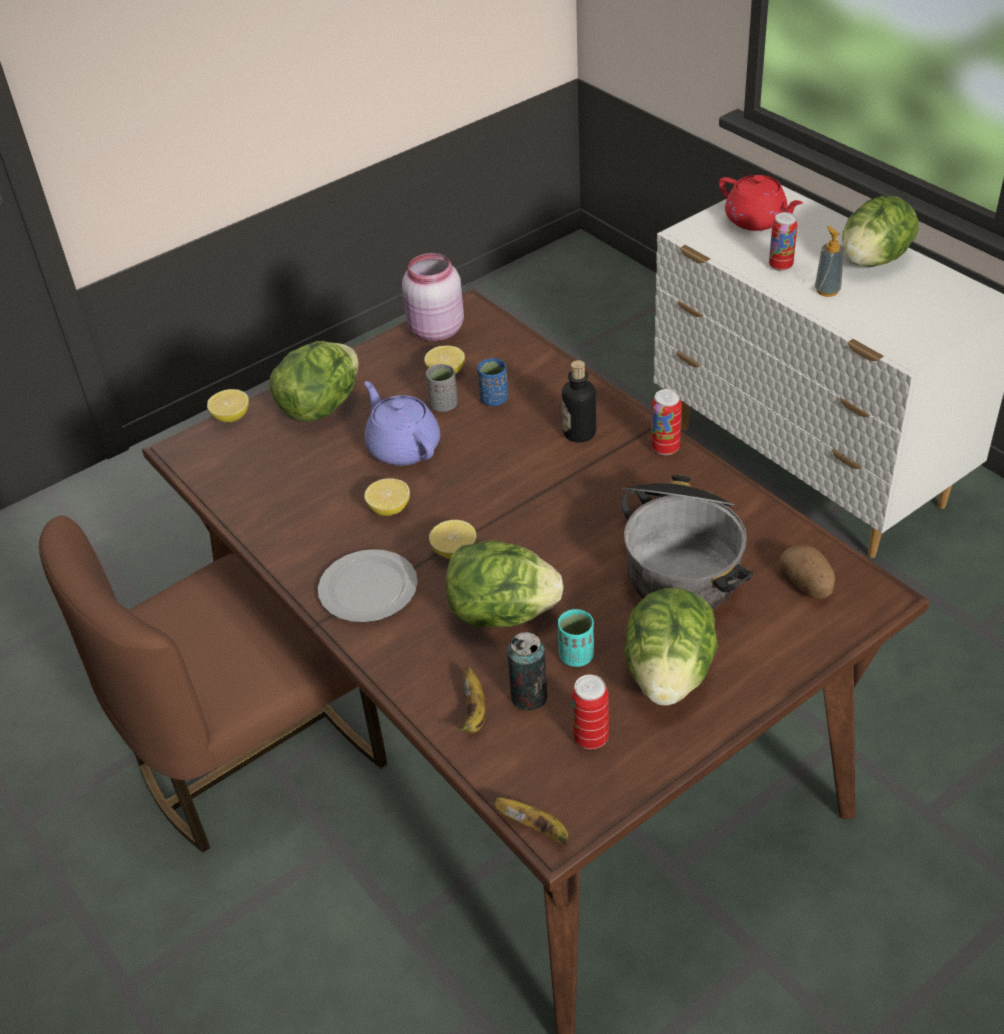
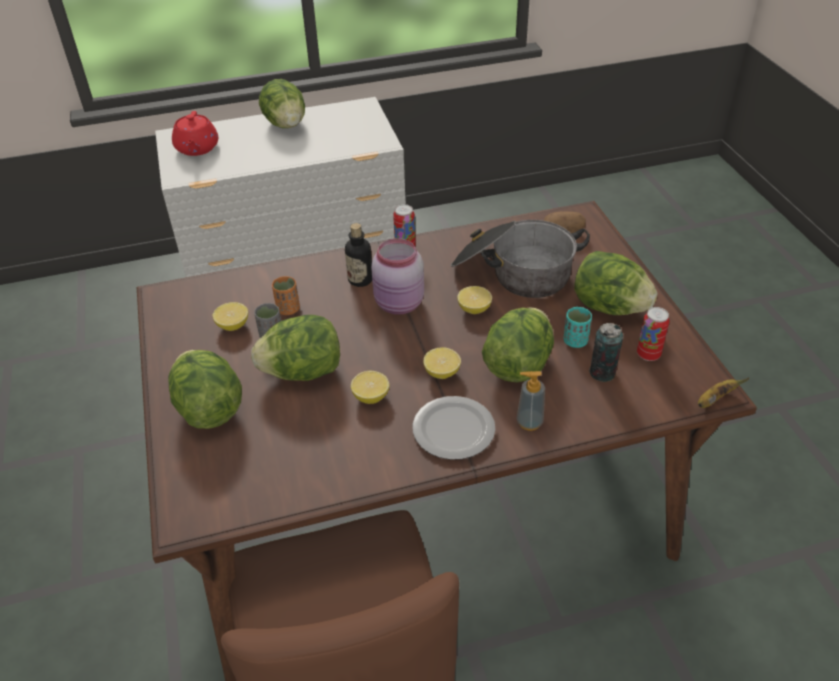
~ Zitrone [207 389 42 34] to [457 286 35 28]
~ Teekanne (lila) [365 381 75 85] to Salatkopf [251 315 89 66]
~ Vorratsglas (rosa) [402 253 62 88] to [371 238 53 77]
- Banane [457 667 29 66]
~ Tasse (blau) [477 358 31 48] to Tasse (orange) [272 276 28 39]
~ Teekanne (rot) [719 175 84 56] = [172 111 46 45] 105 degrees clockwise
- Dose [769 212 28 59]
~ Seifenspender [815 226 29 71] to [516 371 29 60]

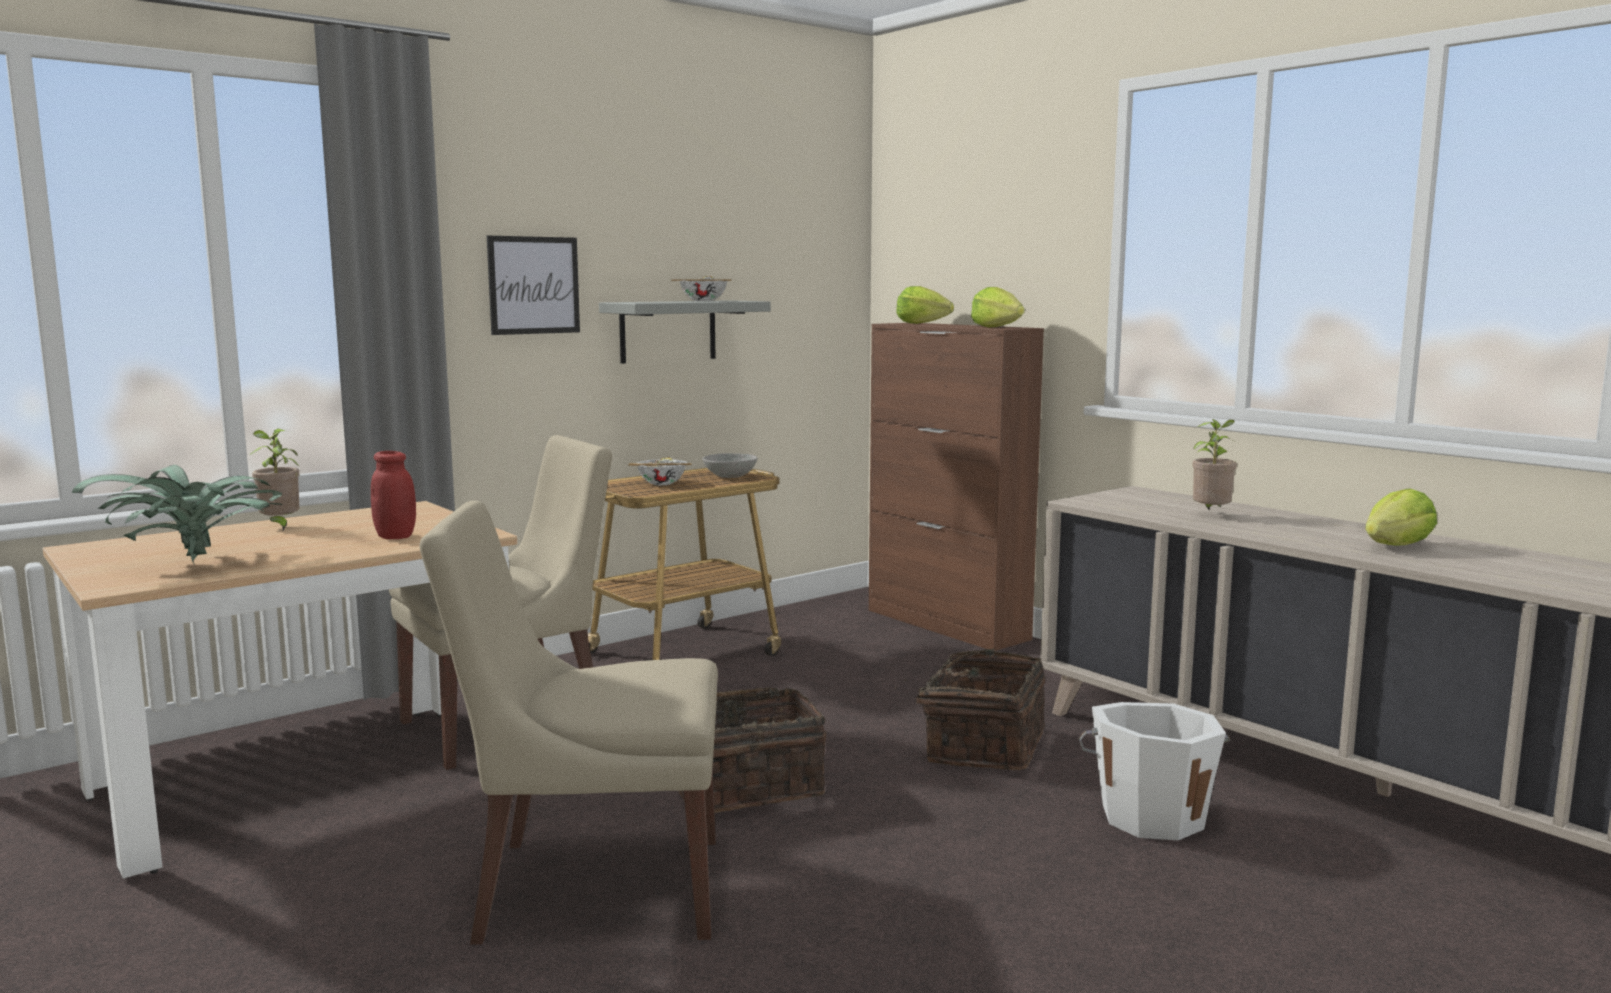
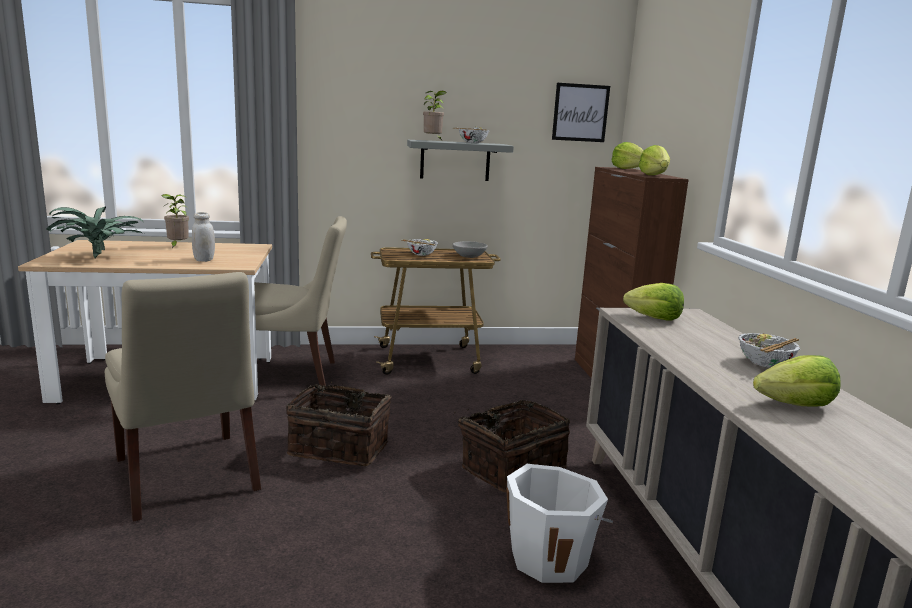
~ Vorratsglas (rot) [371 451 45 88] to Vorratsglas (weiß) [192 212 23 50]
~ Stuhl (beige) [420 501 298 444] = [105 272 156 250] 150 degrees counterclockwise
~ Bild [487 236 93 99] to [552 83 58 59]
~ Topfpflanze [1192 419 45 92] to [423 91 23 49]
+ Salatkopf [623 283 61 38]
+ Schüssel [738 333 62 35]

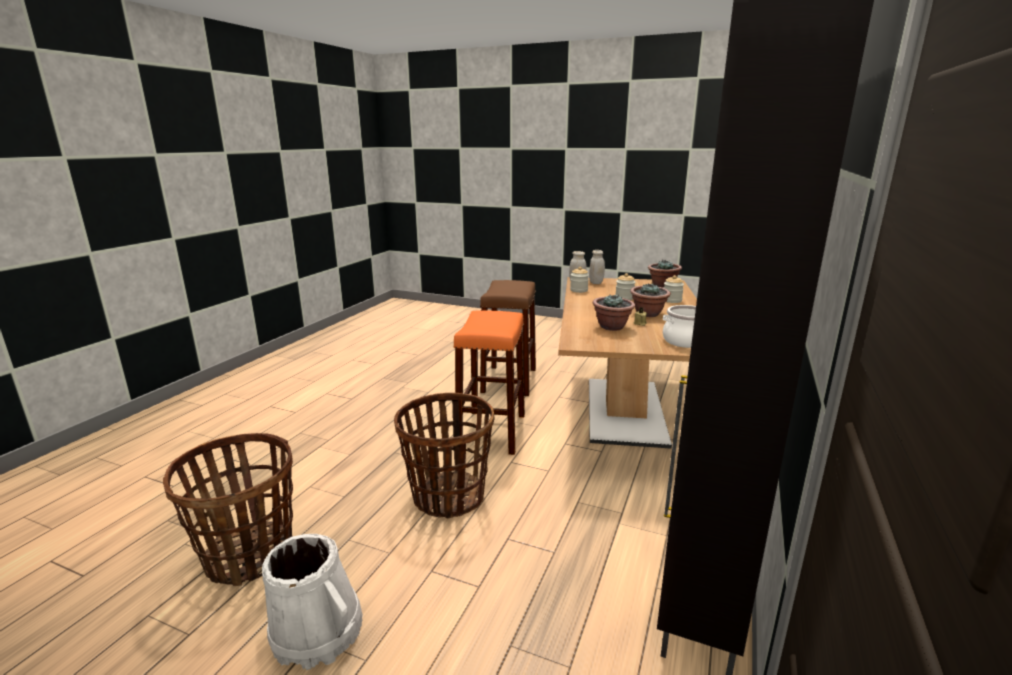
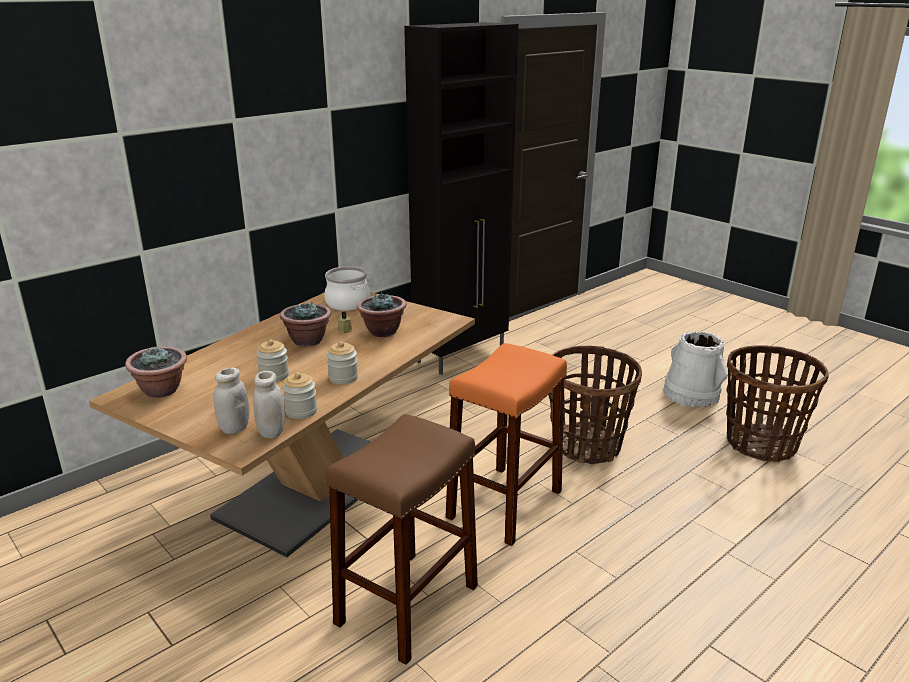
~ Vorratsglas [664 275 20 28] to [327 341 31 43]

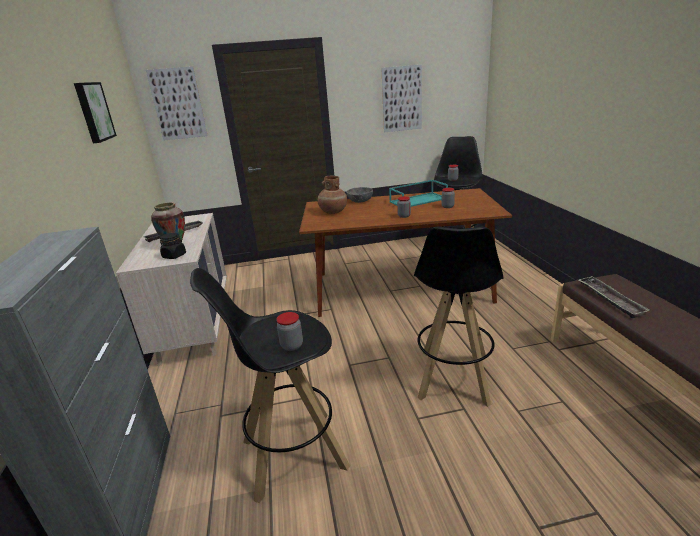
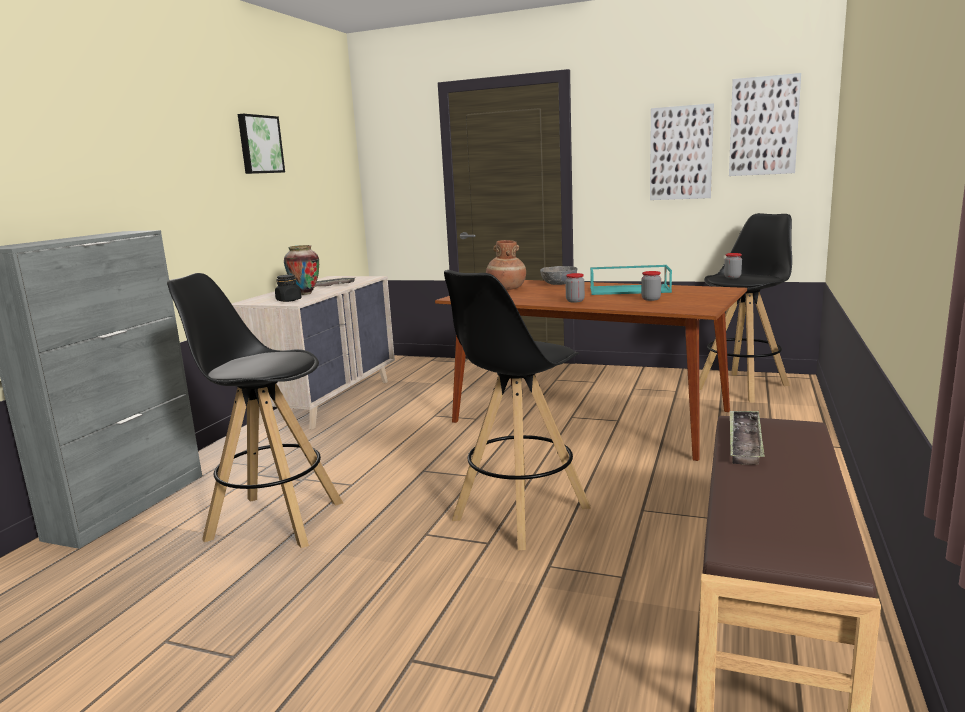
~ Bild [146 66 62 75] to [729 73 72 103]
- Vorratsglas [276 312 27 39]

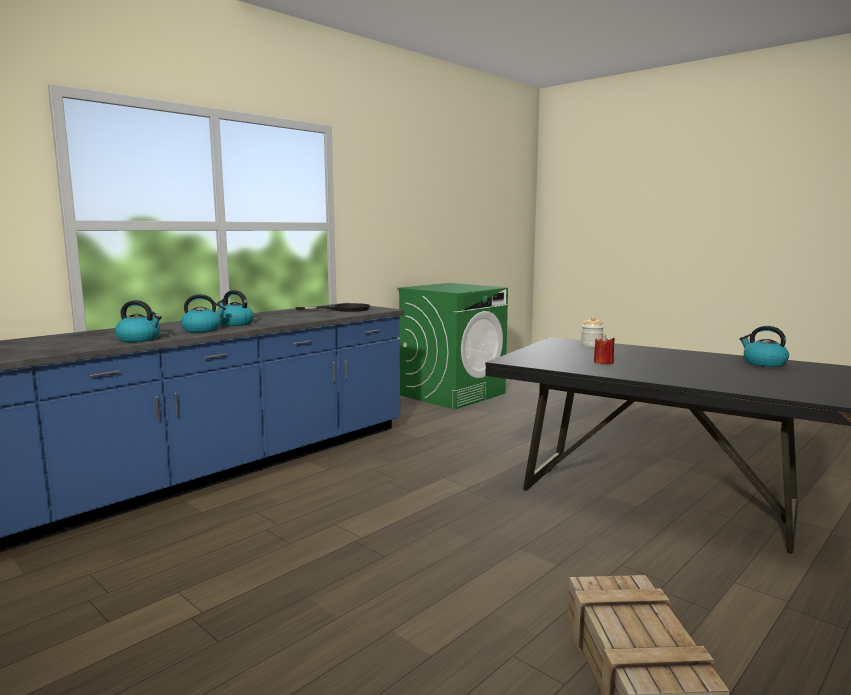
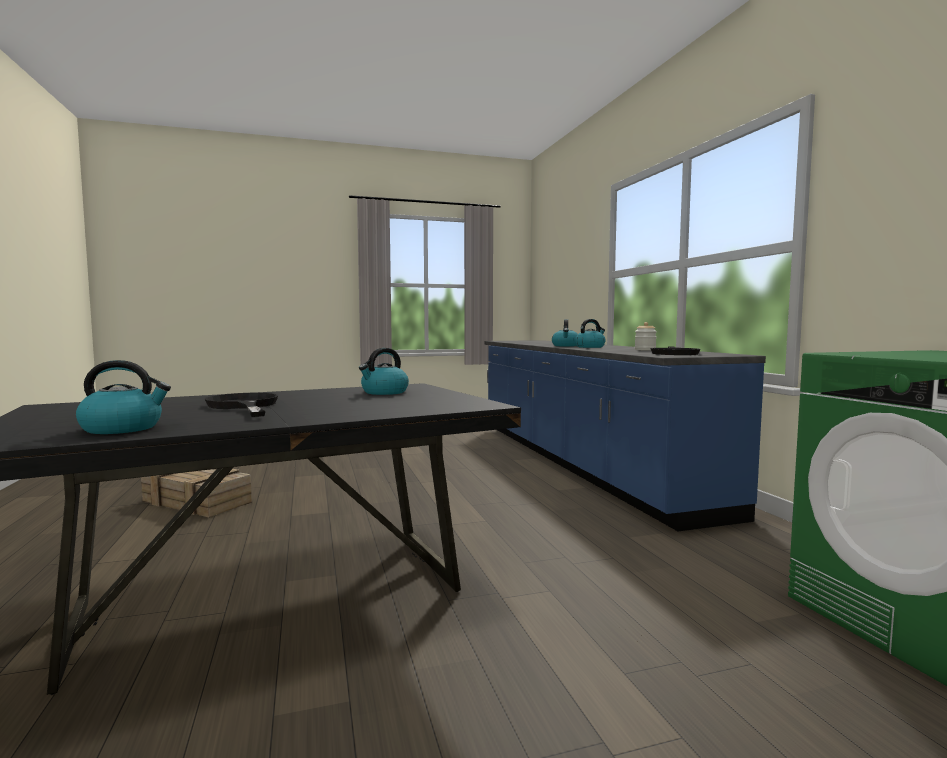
~ Wasserkessel [115 300 47 42] to [359 348 50 47]
~ Vorratsglas [581 317 23 30] to [635 322 22 28]
- Kerze (rot) [594 335 21 29]
+ Pfanne (schwarz) [204 393 74 24]

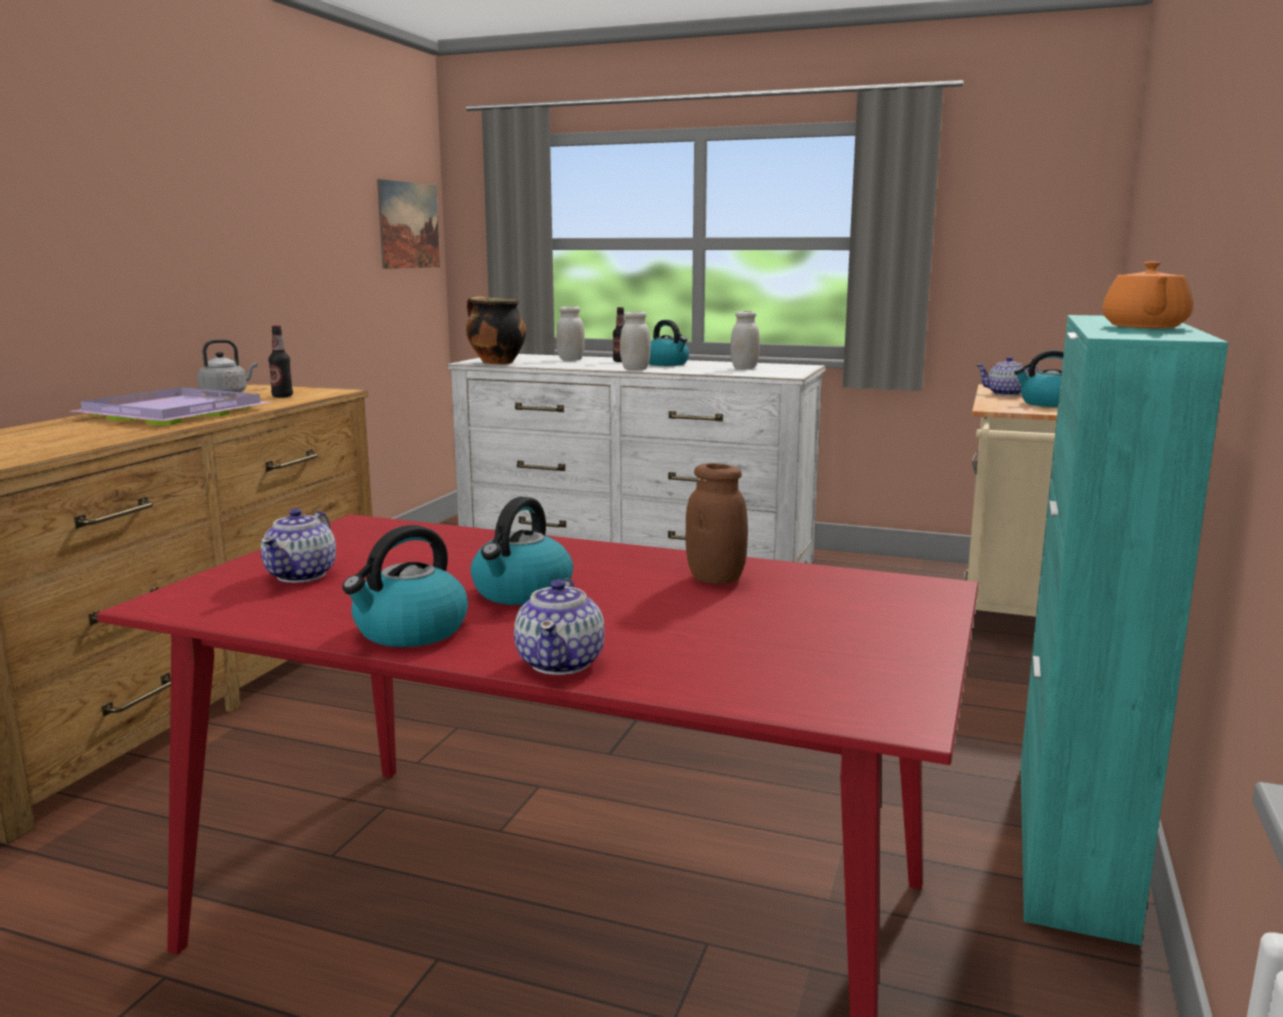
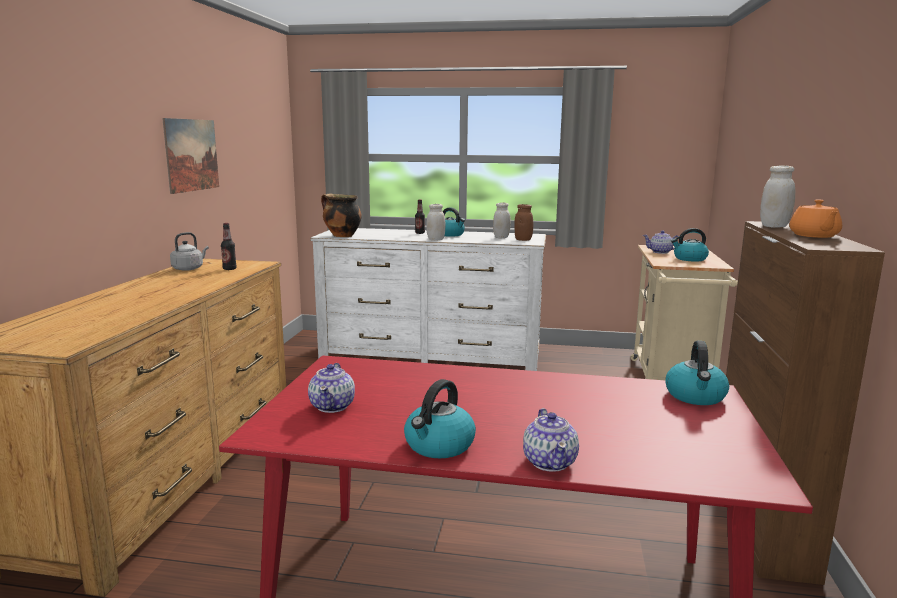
- Tablett (lila) [71 387 200 38]
~ Bild [377 179 63 90] to [162 118 57 76]
~ Wasserkessel [470 497 103 108] to [665 341 64 64]
~ Vorratsglas (weiß) [556 306 29 54] to [760 166 35 62]
~ Vorratsglas (braun) [685 463 63 121] to [514 204 19 37]
~ Schrank (türkis) [1021 315 208 631] to Schrank (braun) [726 221 159 364]

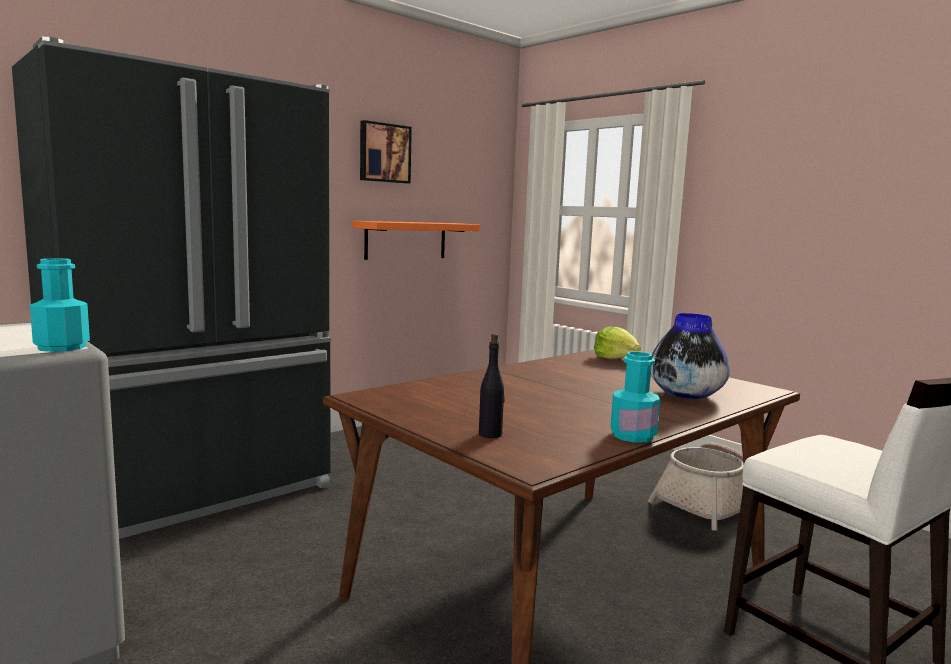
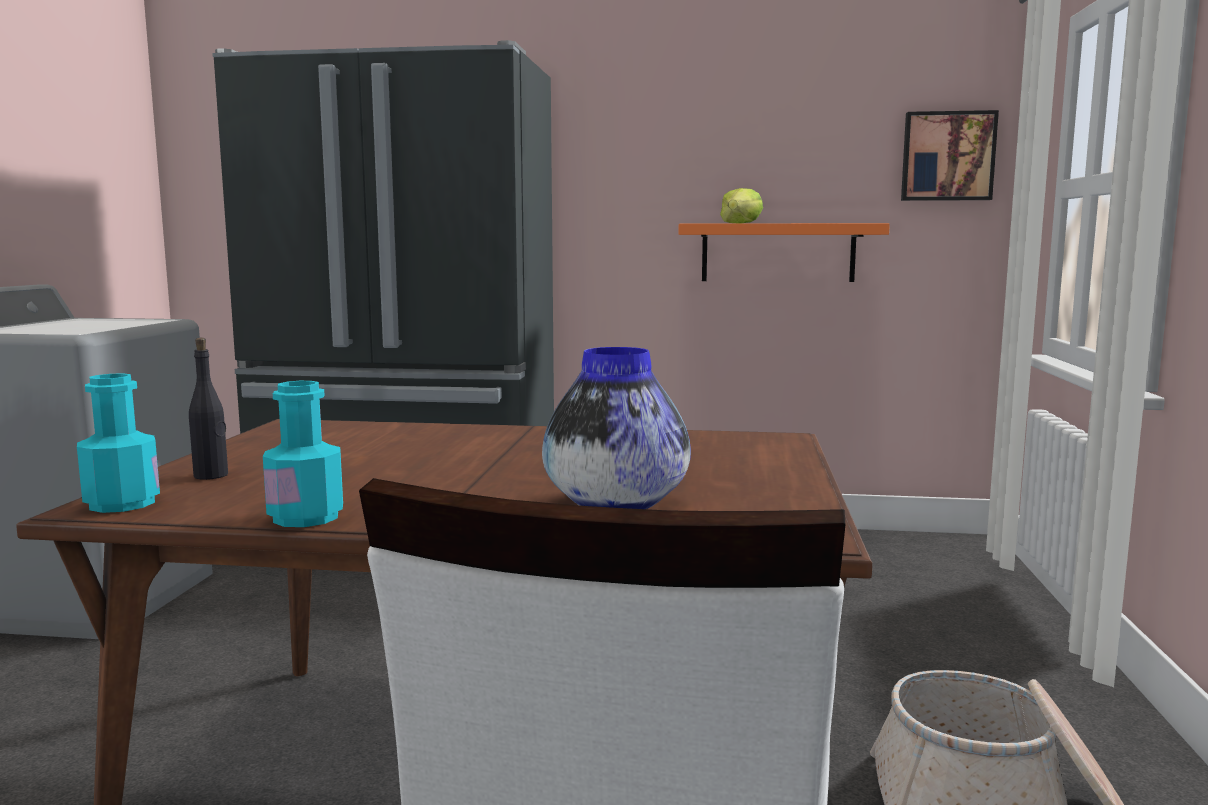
~ Flasche (türkis) [30 258 60 94] to [77 373 83 140]
~ Bild [360 120 52 63] to [901 110 98 91]
~ Salatkopf [594 327 47 32] to [720 188 43 35]

